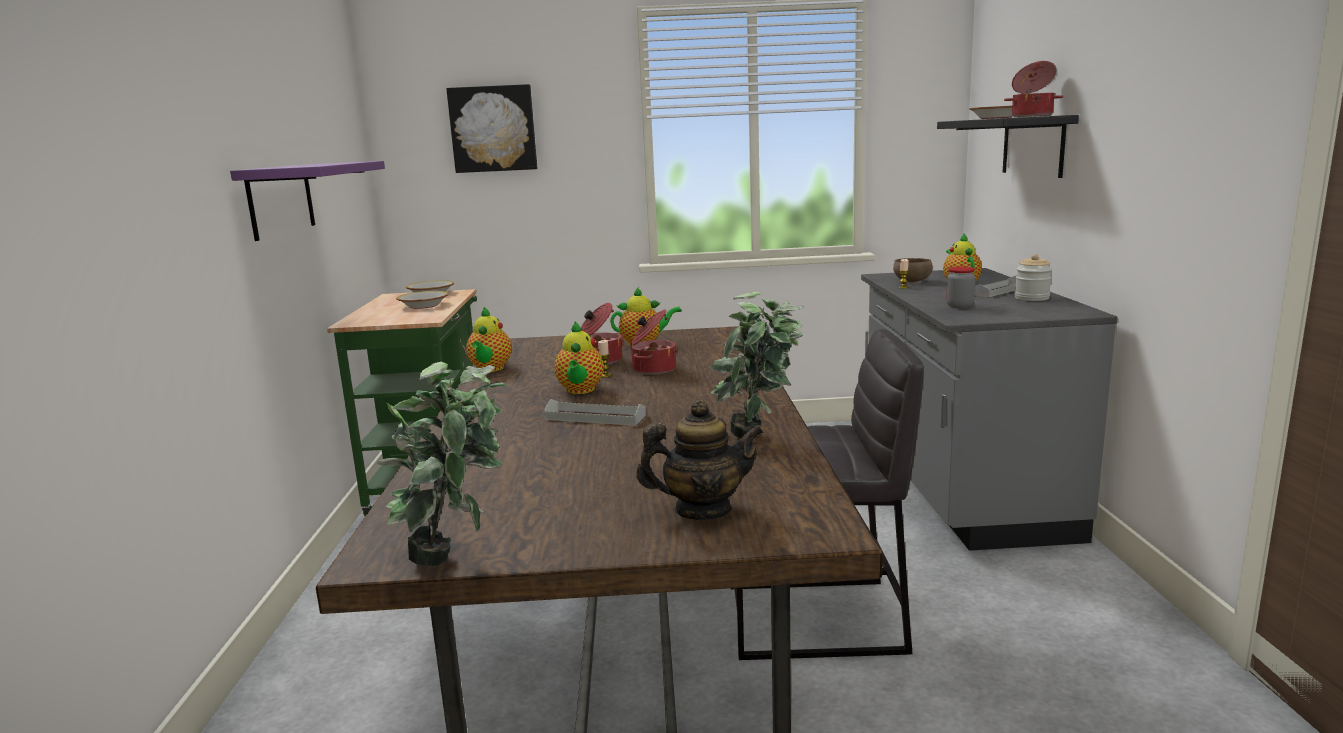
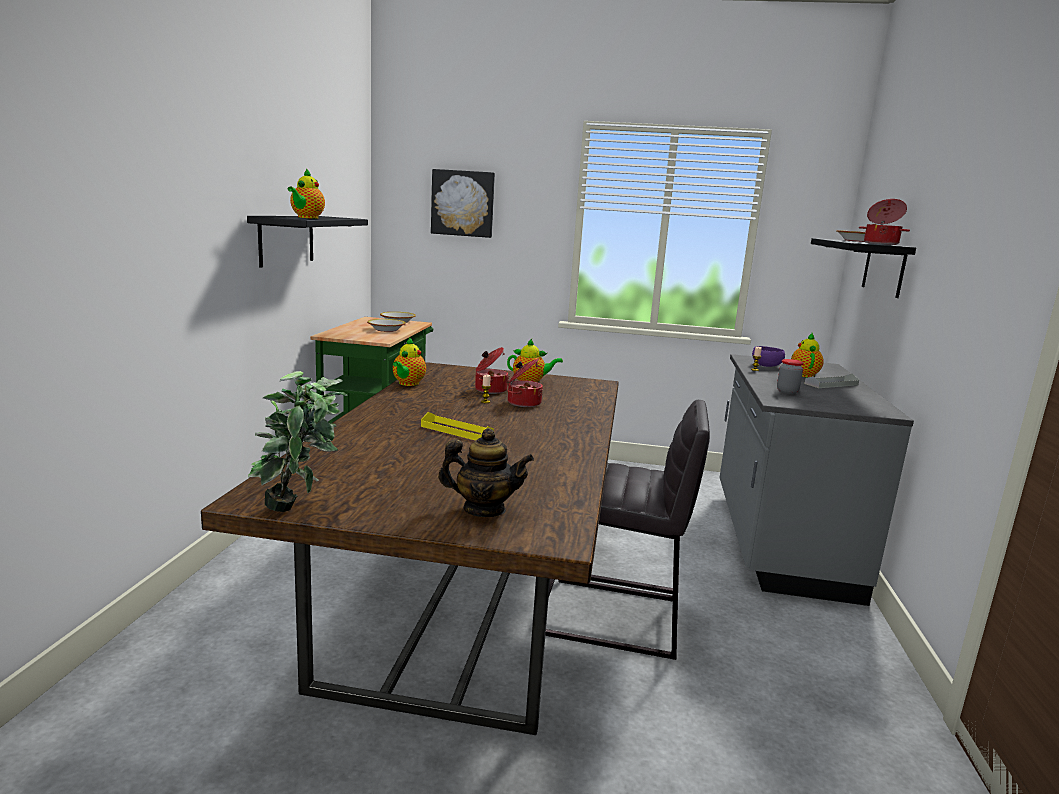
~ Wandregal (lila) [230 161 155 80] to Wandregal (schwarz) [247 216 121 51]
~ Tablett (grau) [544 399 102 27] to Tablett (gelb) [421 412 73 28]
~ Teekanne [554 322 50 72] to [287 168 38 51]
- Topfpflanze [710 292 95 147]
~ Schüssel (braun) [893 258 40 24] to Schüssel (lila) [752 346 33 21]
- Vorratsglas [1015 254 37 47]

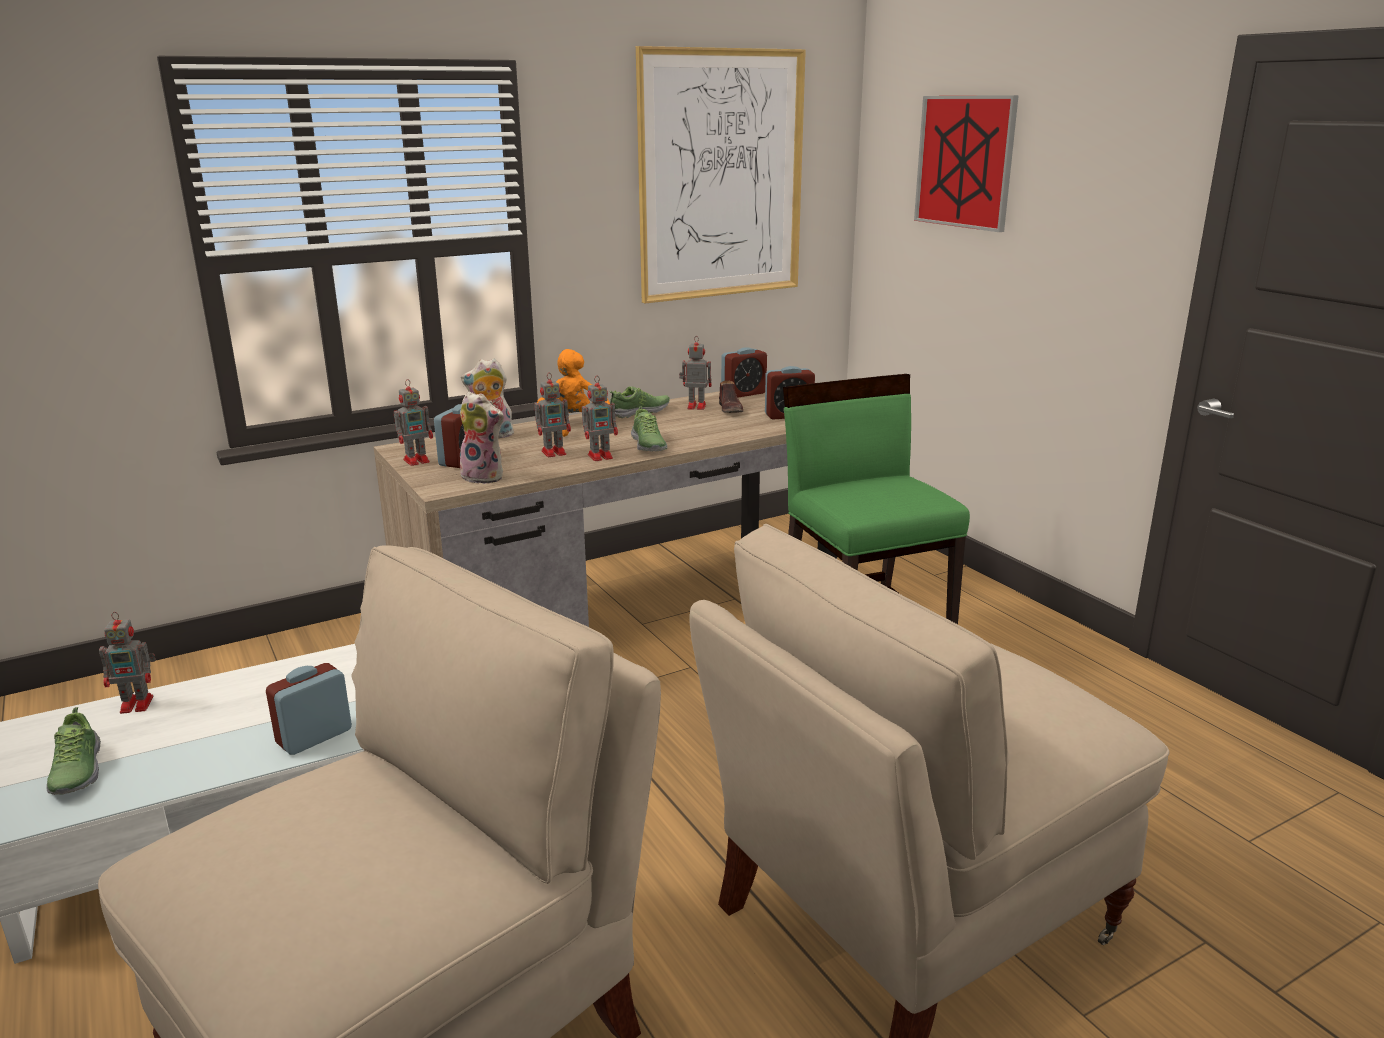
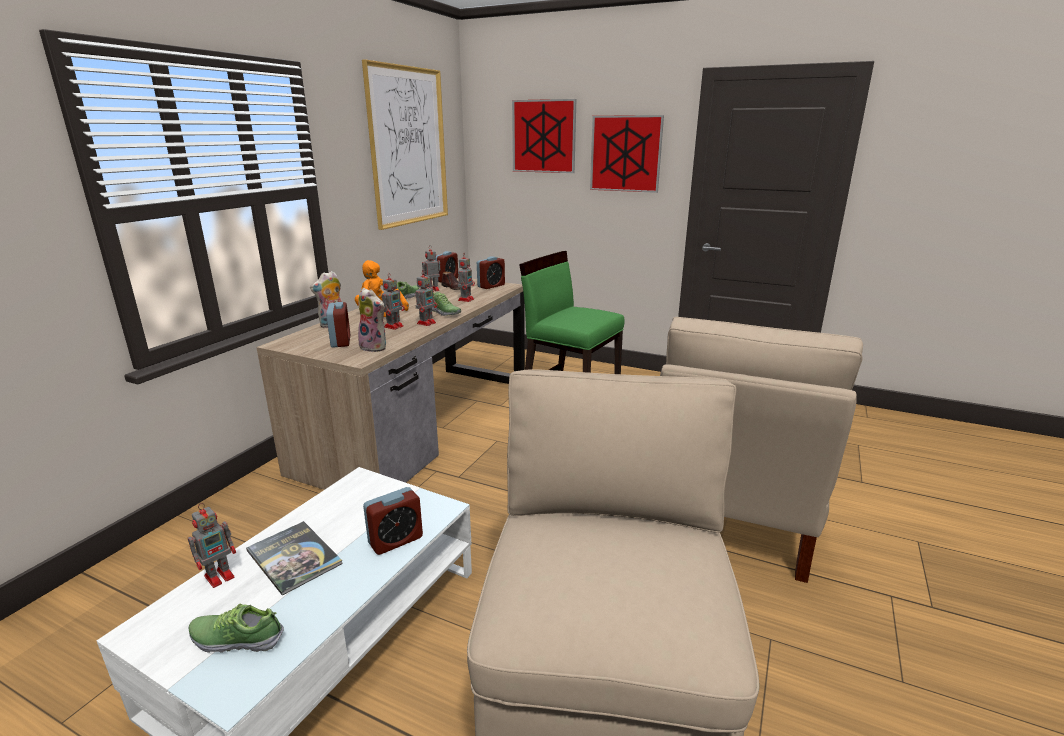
~ Schuh [46 707 55 88] = [188 603 96 50] 150 degrees clockwise
~ Wecker [266 663 86 92] = [363 487 60 68] 135 degrees counterclockwise
~ Spielzeugroboter [394 379 39 87] to [458 253 17 49]
~ Plüschtier [455 392 49 92] = [358 288 28 64] 45 degrees clockwise
+ Buch [246 521 97 75]
+ Bild [590 115 74 78]

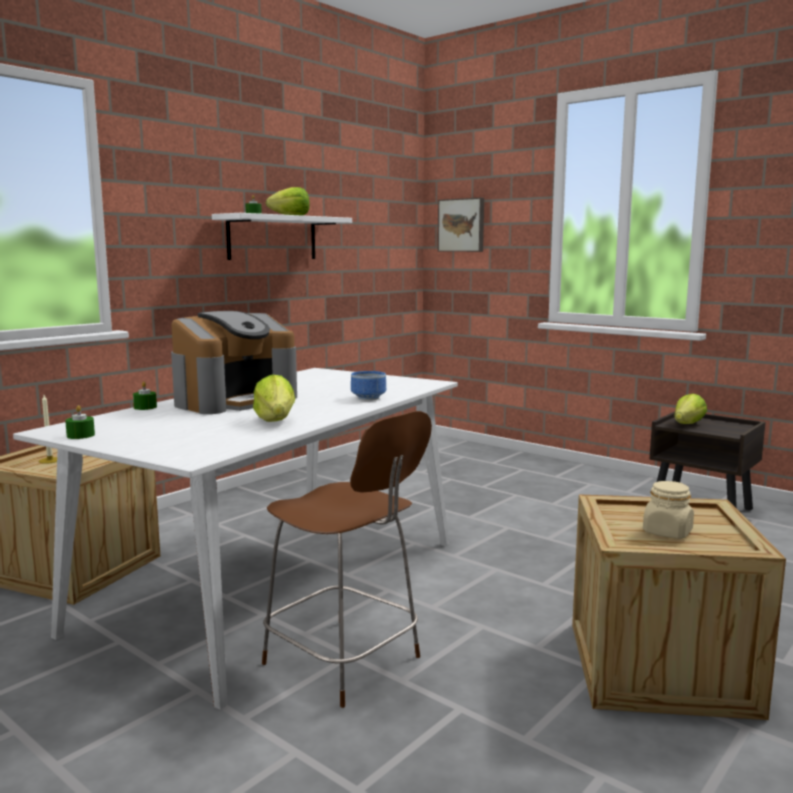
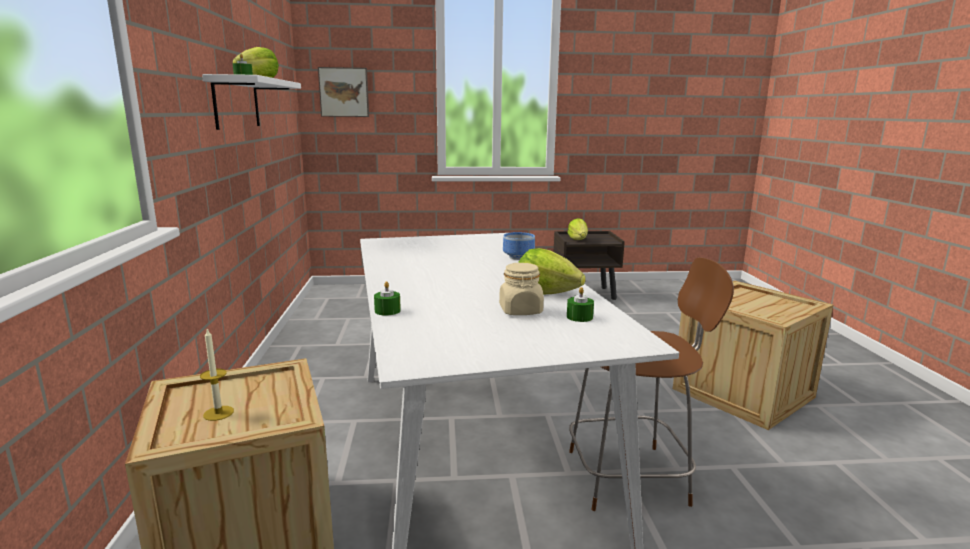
~ Kerze (grün) [65 405 30 34] to [567 287 27 35]
- Kaffeemaschine [171 311 126 103]
~ Vorratsglas (beige) [643 481 51 58] to [499 263 45 52]

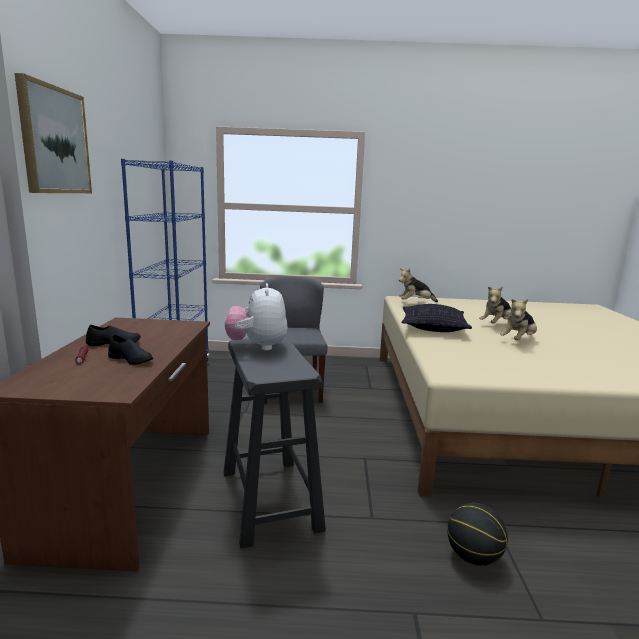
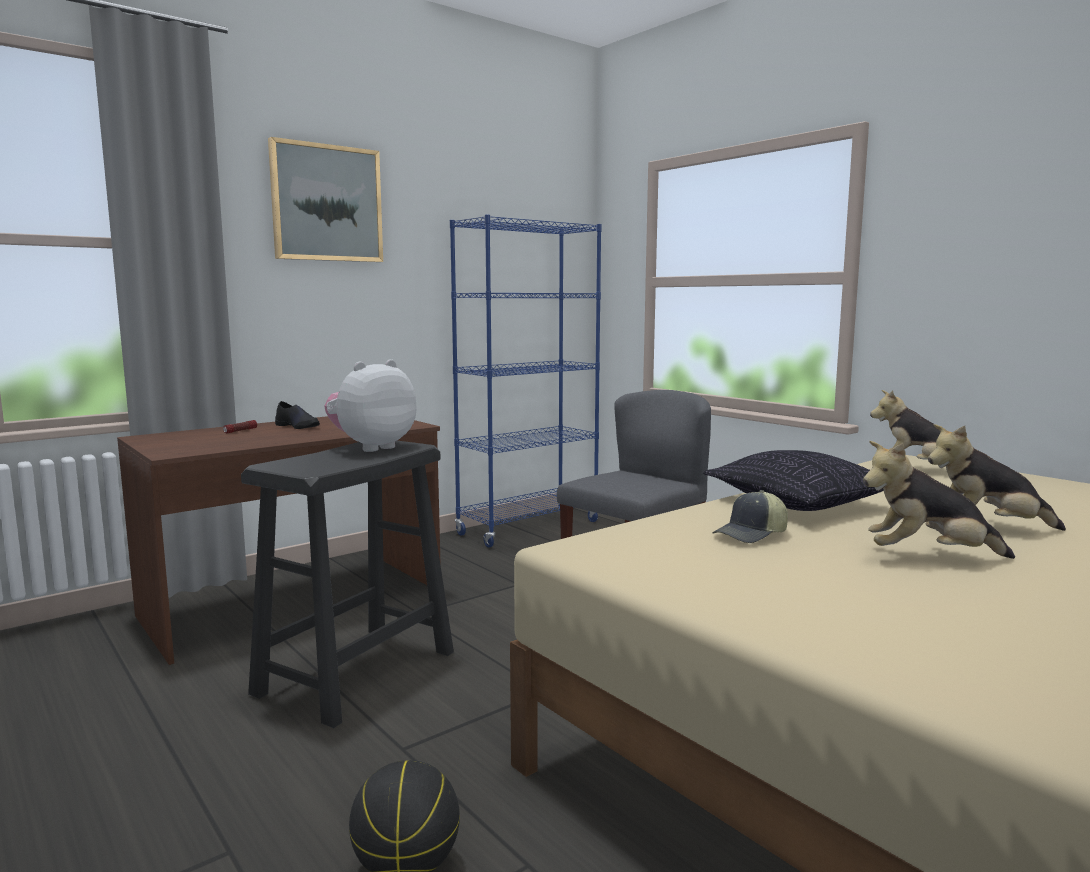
- Schuh (schwarz) [108 334 45 31]
+ Kappe [712 490 76 53]

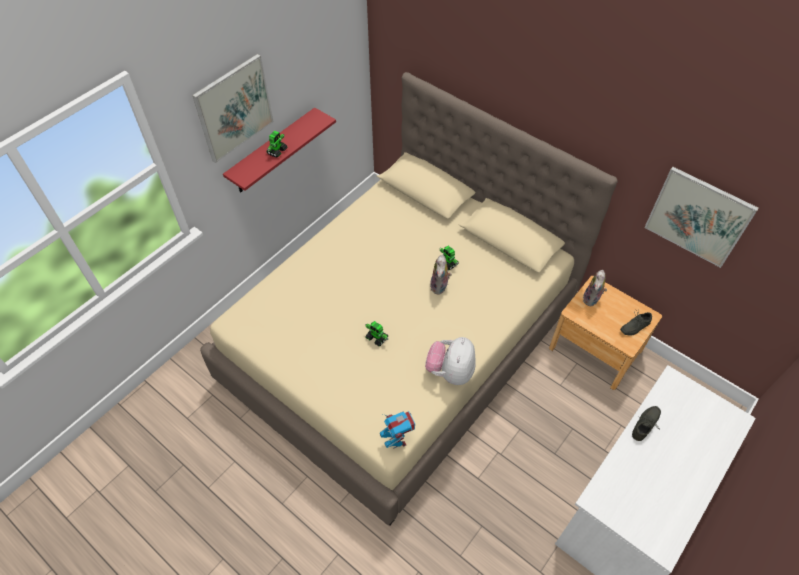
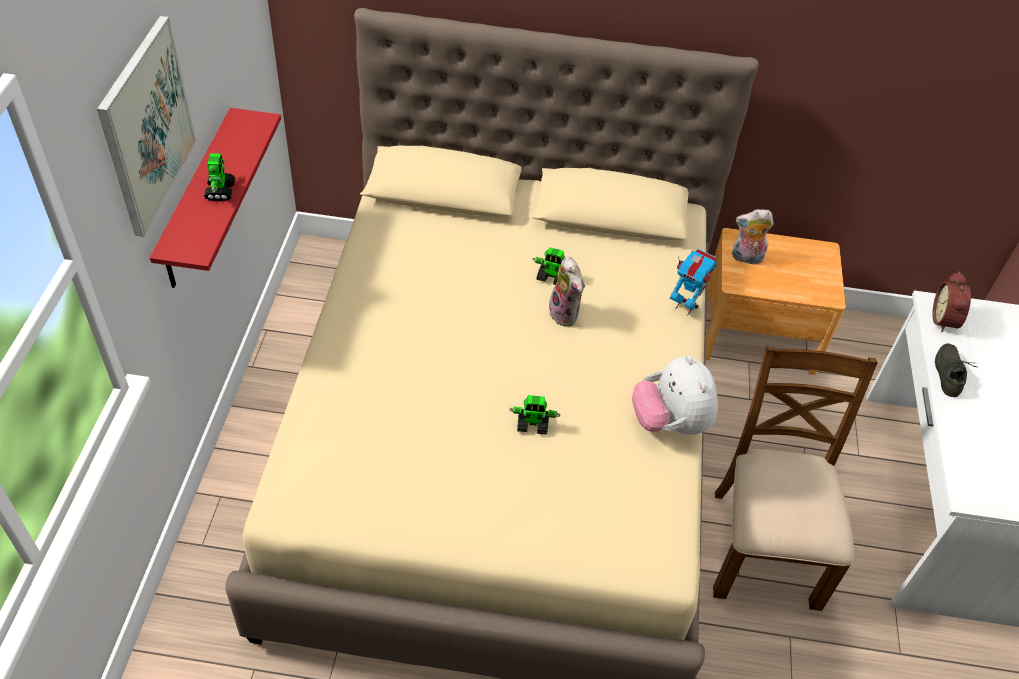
~ Spielzeugroboter [380 411 35 37] to [670 249 47 67]
~ Plüschtier [583 270 24 37] = [732 209 42 55] 105 degrees clockwise
- Schuh (grau) [620 310 32 26]
- Bild [644 167 115 101]
+ Stuhl (braun) [713 346 165 265]
+ Wecker [932 271 39 61]

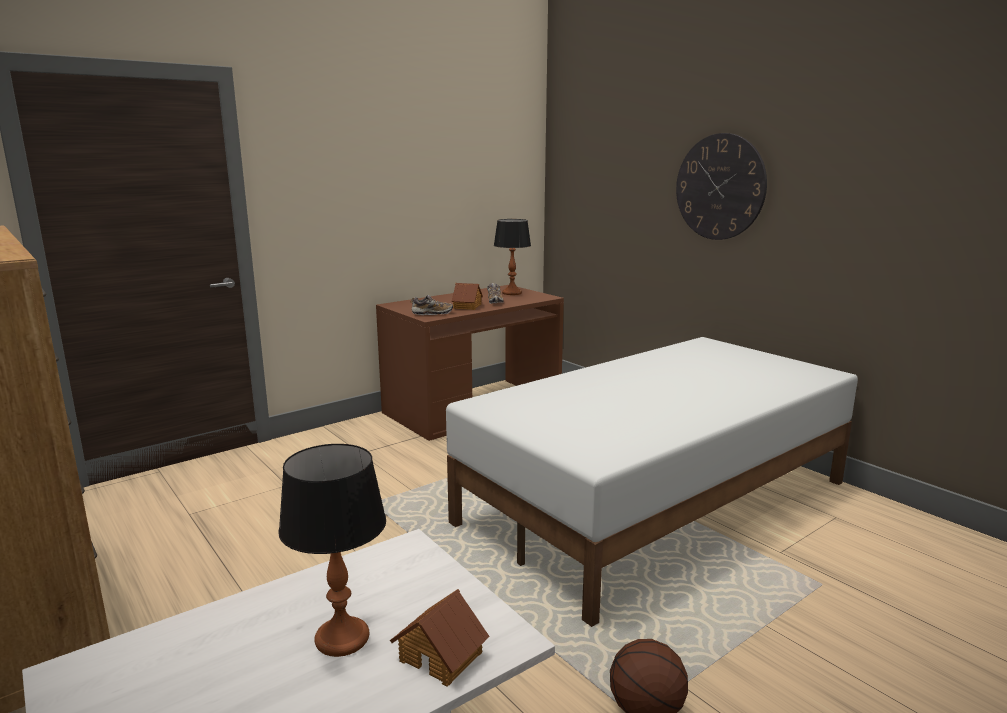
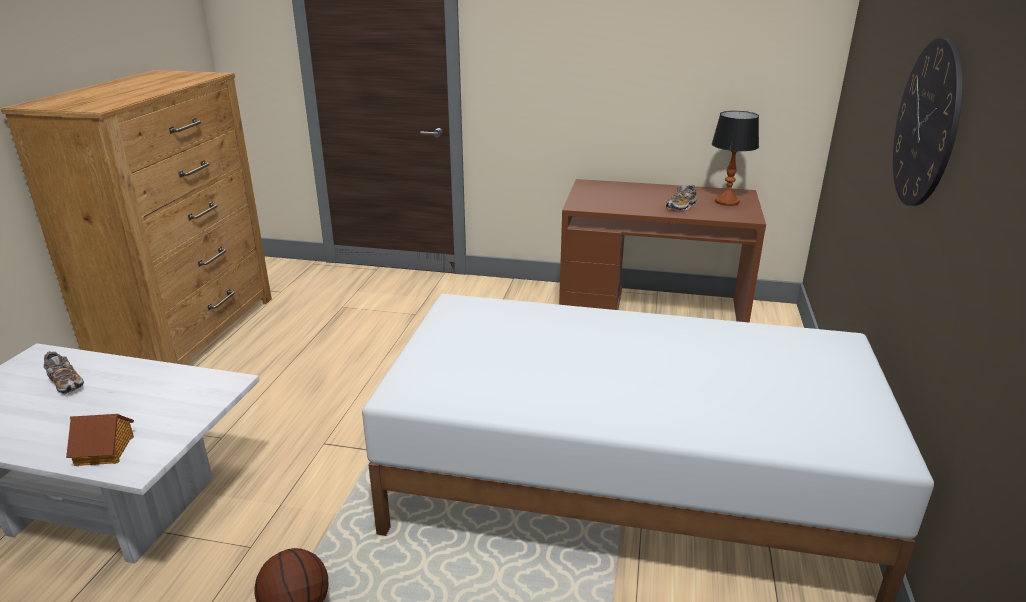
- Tischlampe [278 444 108 213]
~ Schuh [411 295 42 20] to [44 351 40 44]
- Spielzeughaus [452 283 31 27]

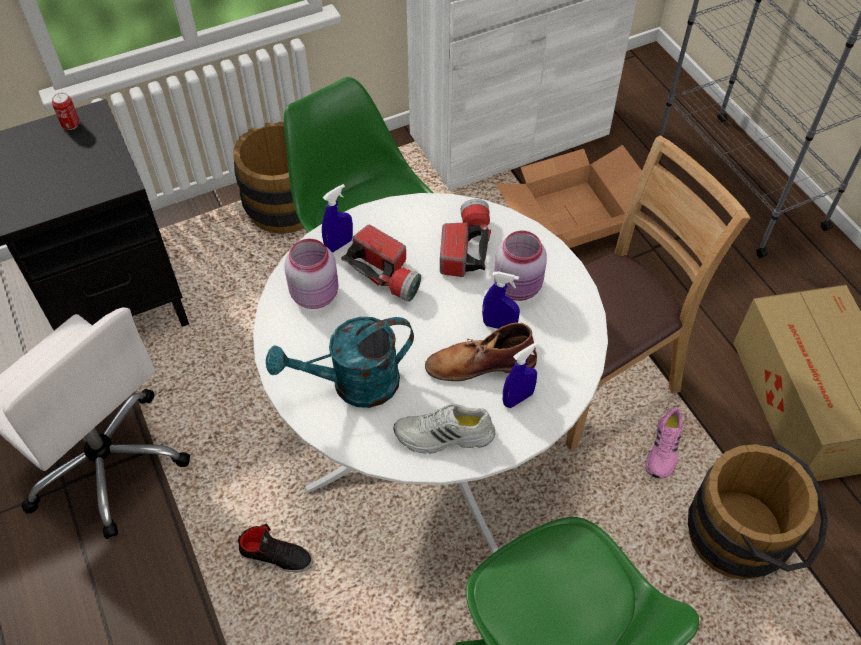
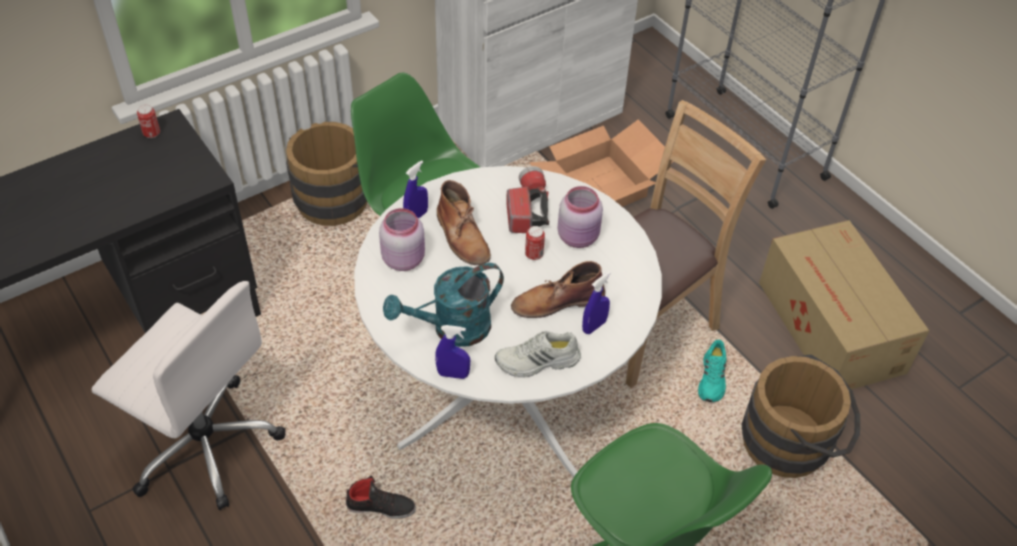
~ Taschenlampe [341 225 80 77] to Stiefel (braun) [437 180 54 85]
~ Sprühflasche (blau) [482 271 38 58] to [435 325 35 54]
~ Schuh (rosa) [645 408 38 70] to Schuh (türkis) [698 340 28 62]
+ Dose [525 226 20 34]

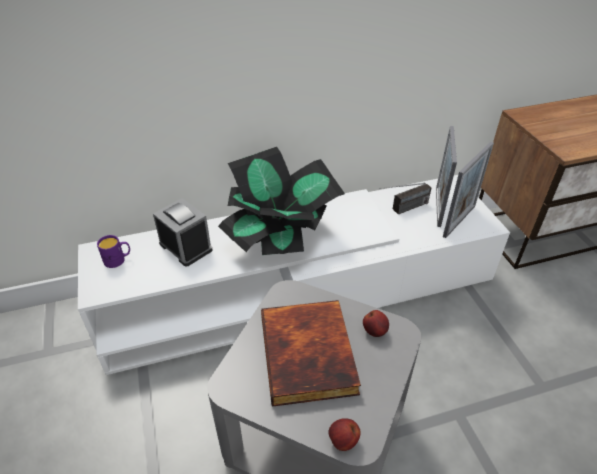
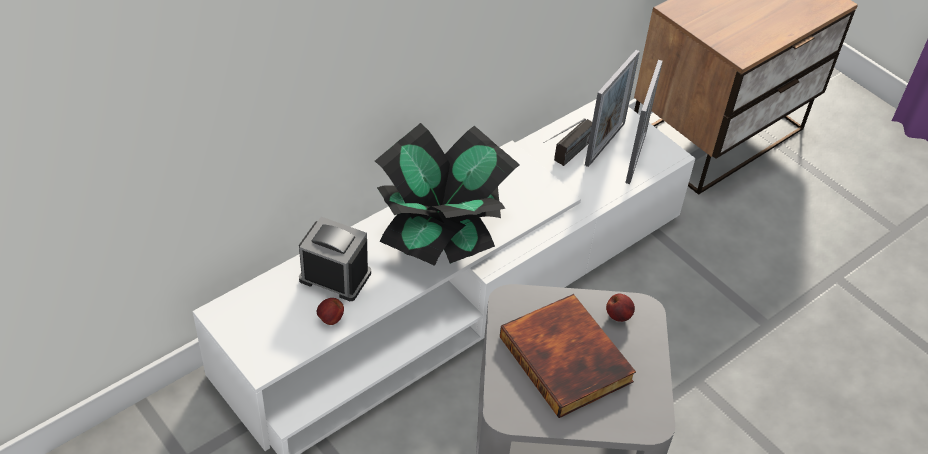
- Henkelbecher (lila) [97 235 33 33]
~ Apfel [328 418 33 33] to [317 298 27 27]
~ Bilderrahmen [436 126 21 101] = [585 50 55 117] 135 degrees counterclockwise

